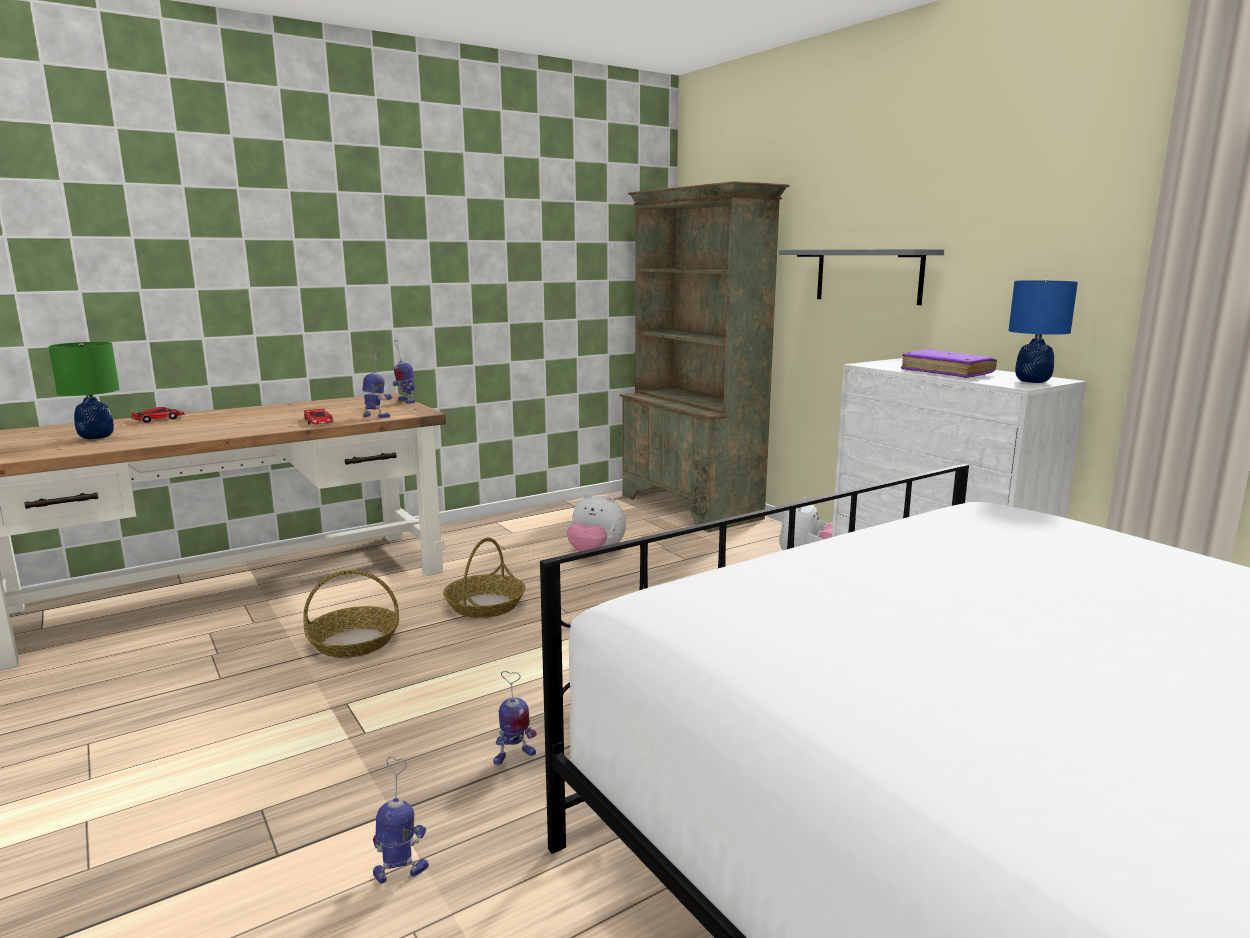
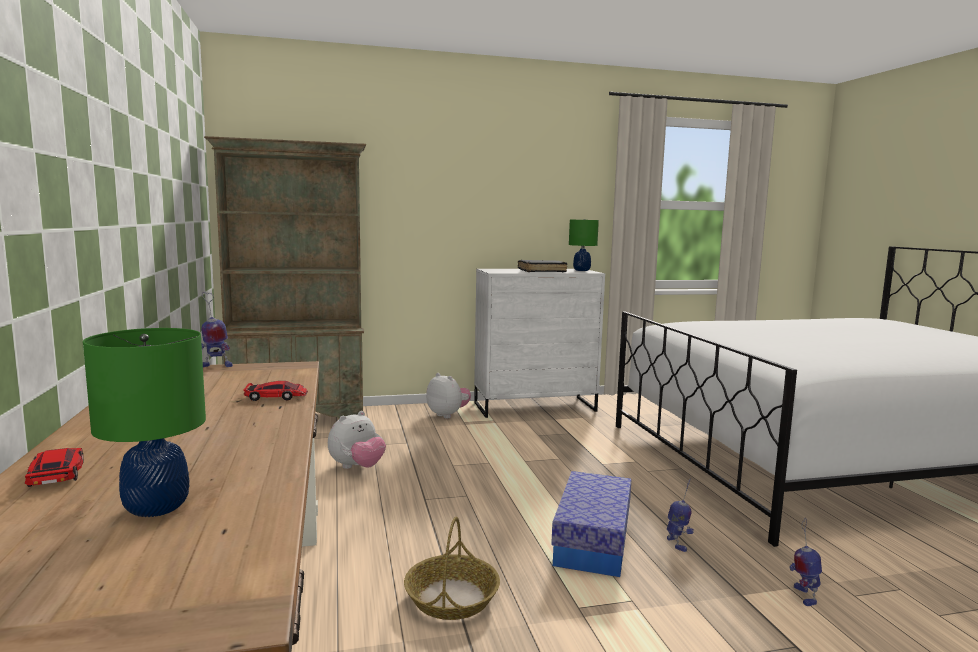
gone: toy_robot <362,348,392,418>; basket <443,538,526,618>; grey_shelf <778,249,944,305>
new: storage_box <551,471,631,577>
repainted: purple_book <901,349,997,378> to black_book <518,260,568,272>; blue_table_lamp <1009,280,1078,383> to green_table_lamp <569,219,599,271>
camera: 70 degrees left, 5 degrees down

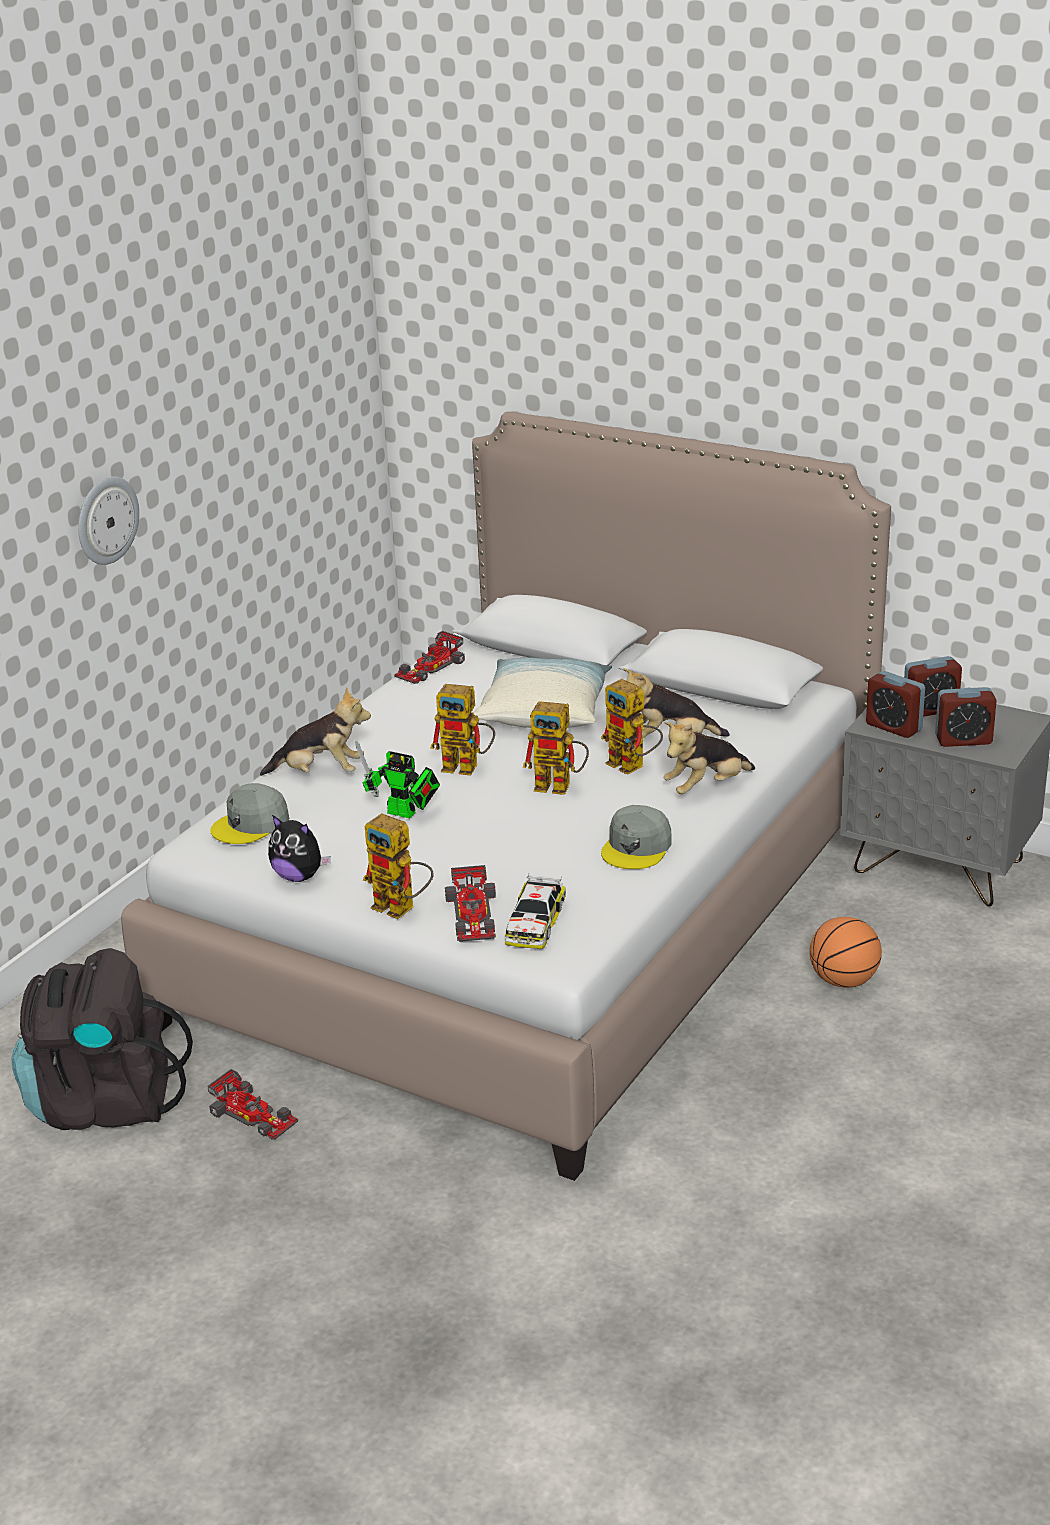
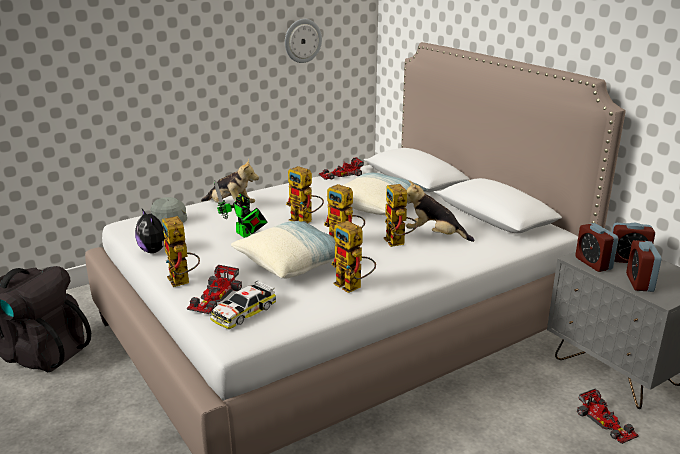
gone: plush_toy <664,722,755,794>; basketball <810,917,882,987>
new: pillow <231,221,336,278>
shifted: wall_clock <78,476,139,565> to <285,19,322,63>; toy_car <207,1069,298,1140> to <577,389,639,444>
swapped: grey_cap <601,805,672,869> to toy_robot <331,221,376,293>
rotated: alarm_clock <935,687,997,747> = <626,240,662,292> 75 degrees clockwise
camera: 25 degrees right, 5 degrees down

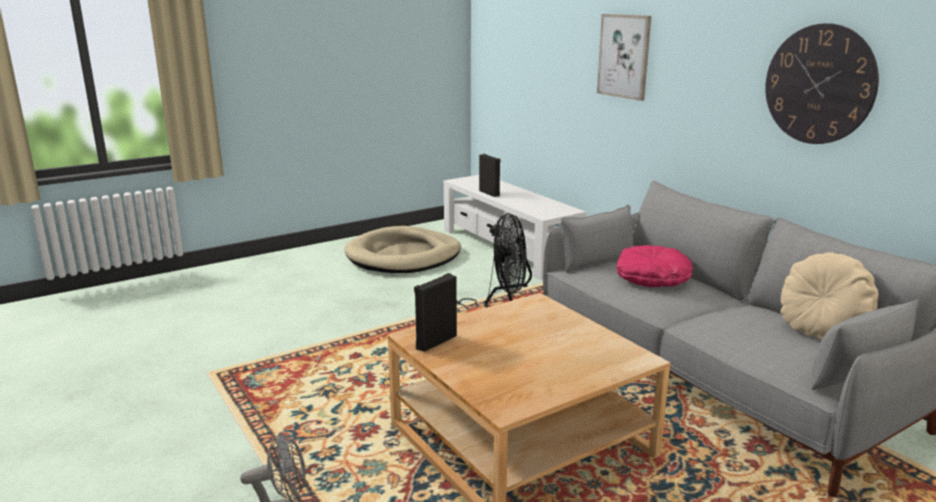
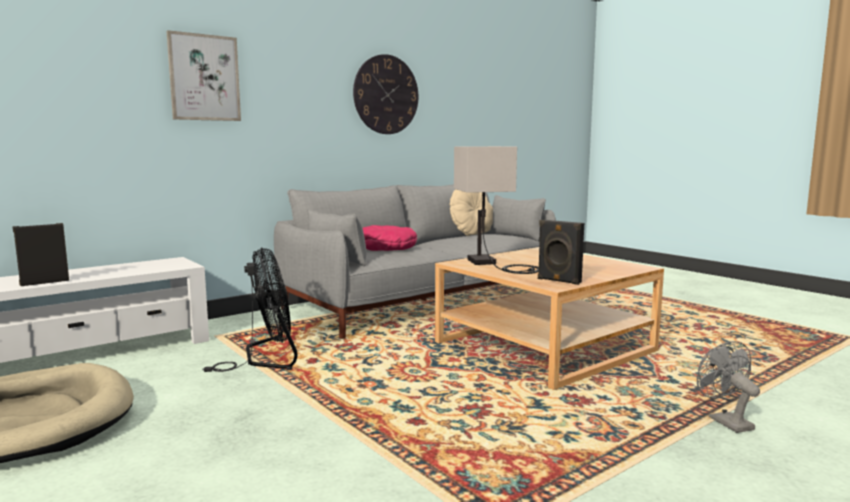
new: table_lamp <454,146,539,274>
rotated: black_fan <457,213,532,307> = <202,248,297,372> 60 degrees clockwise
camera: 95 degrees left, 10 degrees down

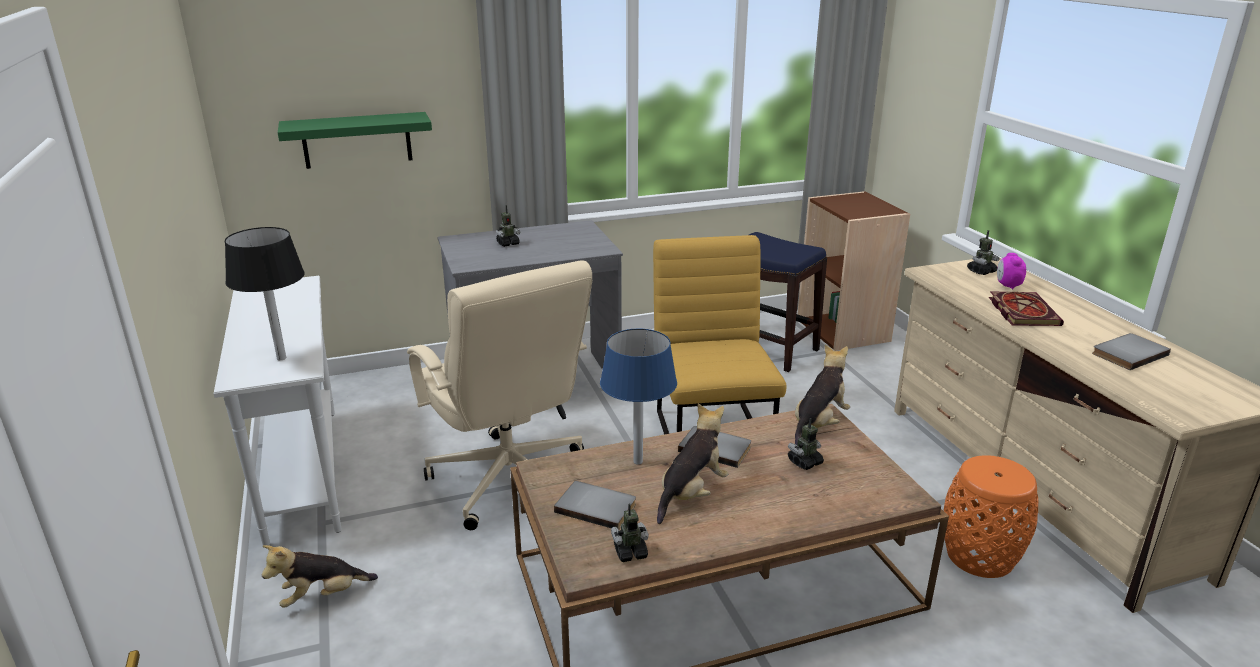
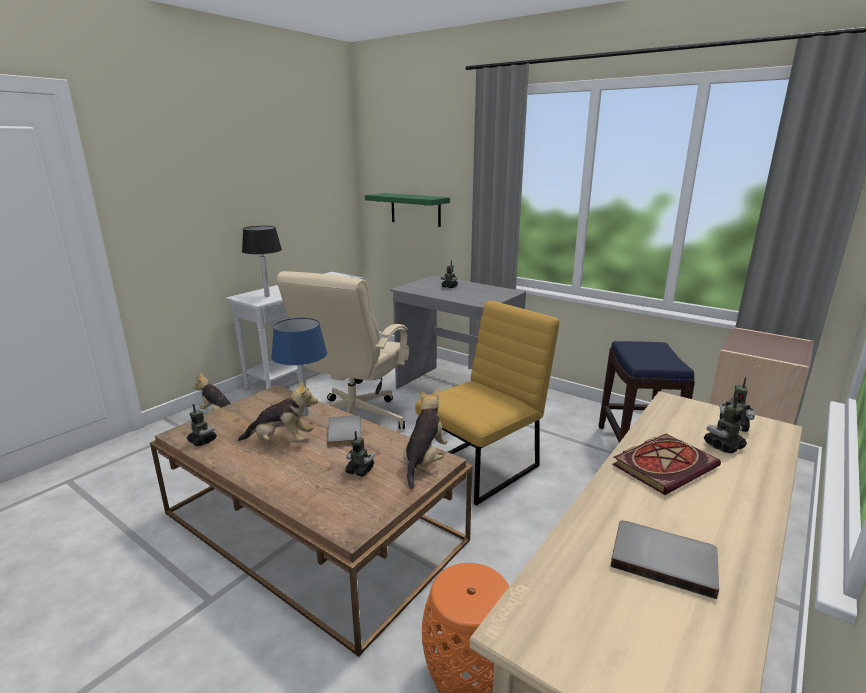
gone: grey_book <554,481,636,529>
swapped: alarm_clock <997,253,1026,290> to toy_robot <704,396,747,453>
rotated: plush_toy <795,345,850,445> = <403,389,448,489> 75 degrees counterclockwise
camera: 55 degrees right, 5 degrees down

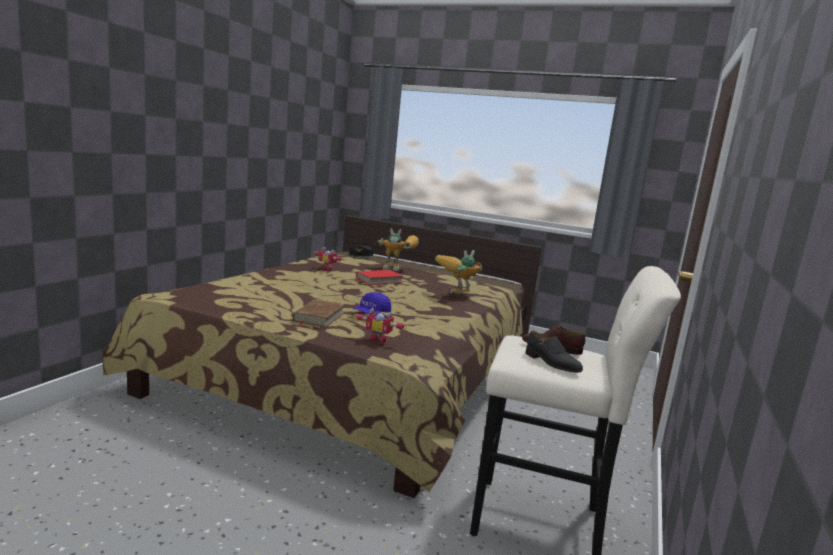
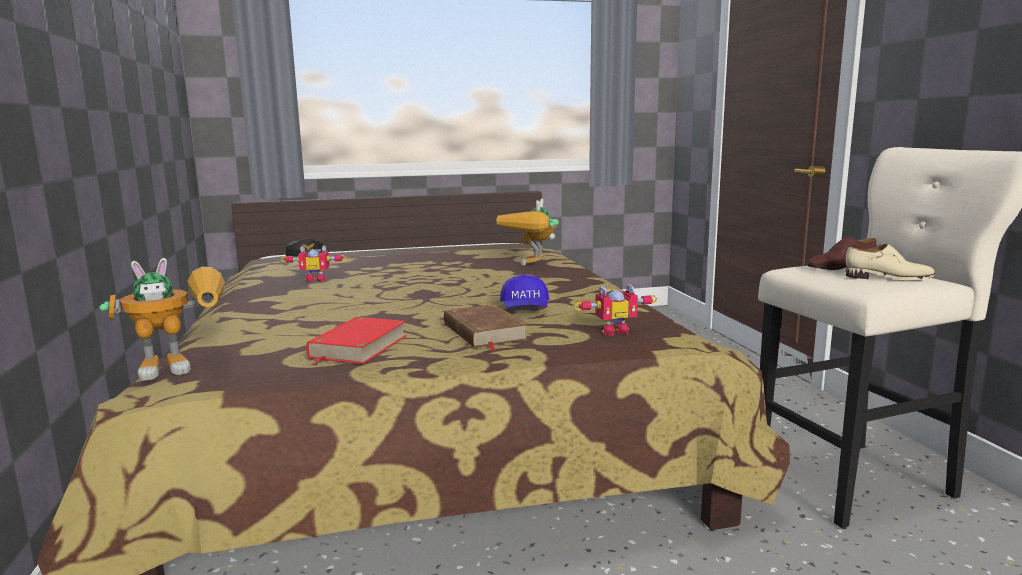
shifted: toy_robot <378,228,419,271> to <100,258,225,381>; red_book <354,270,403,285> to <306,317,407,366>
repainted: black_shoe <525,331,583,373> to beige_shoe <846,244,935,280>
camera: 35 degrees left, 0 degrees up

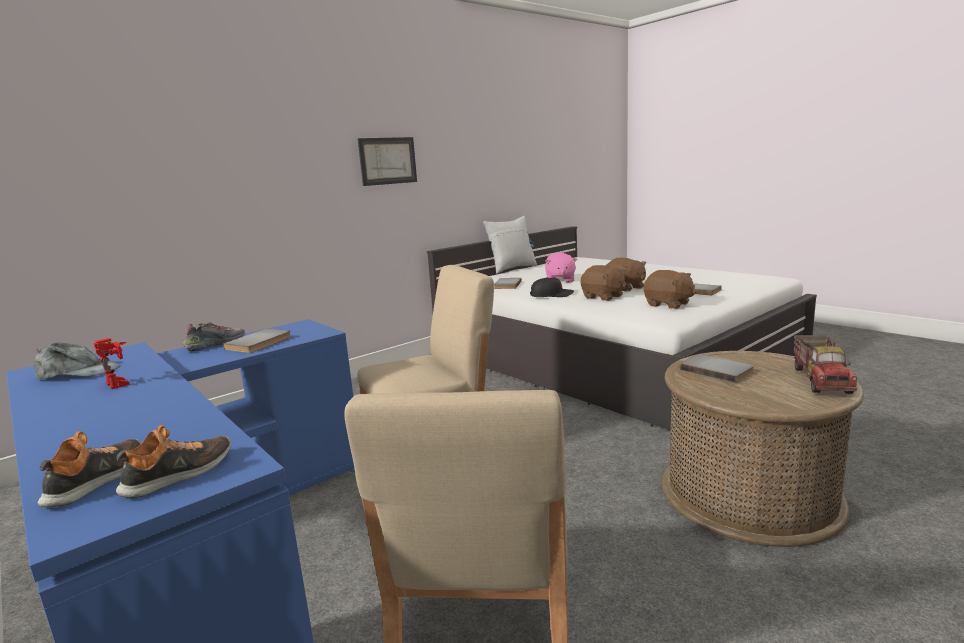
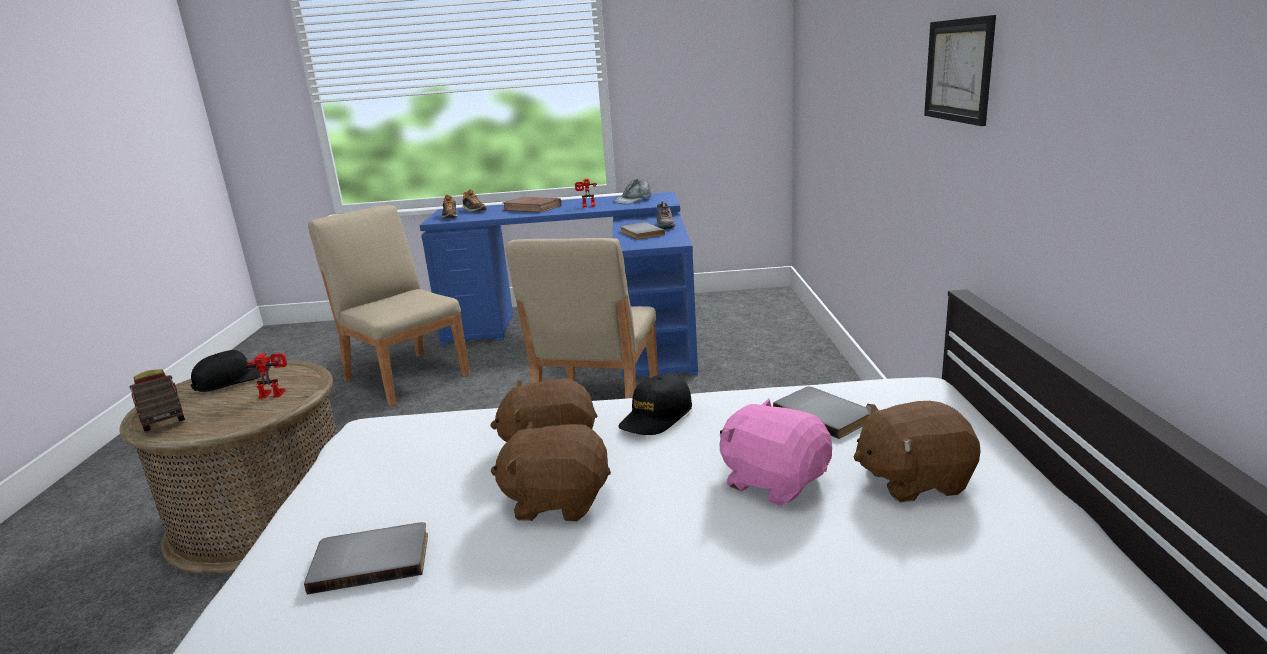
gone: grey_pillow <483,216,537,274>
new: black_cap <191,350,271,392>; brown_book <503,197,562,212>
shifted: brown_plush_toy <644,270,696,309> to <854,401,981,502>
swapped: grey_book <680,354,754,383> to toy_robot <244,353,287,399>
camera: 130 degrees right, 5 degrees up

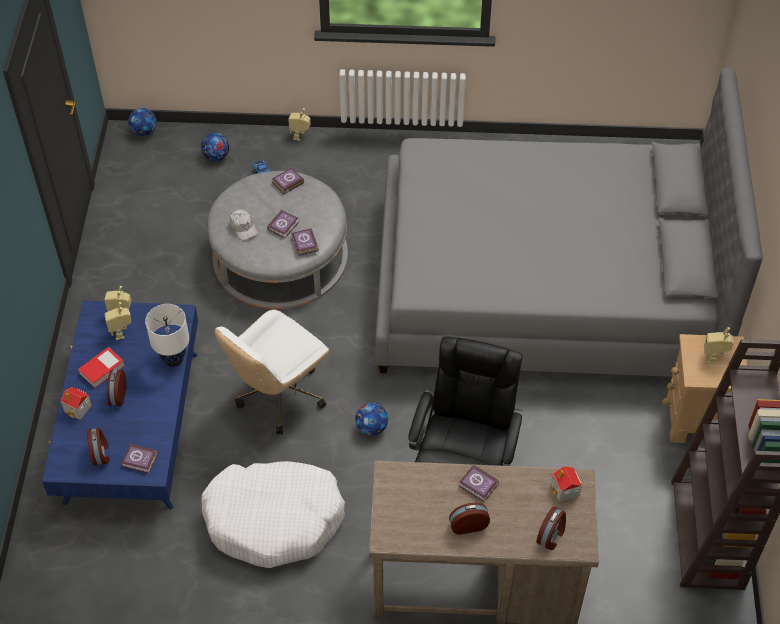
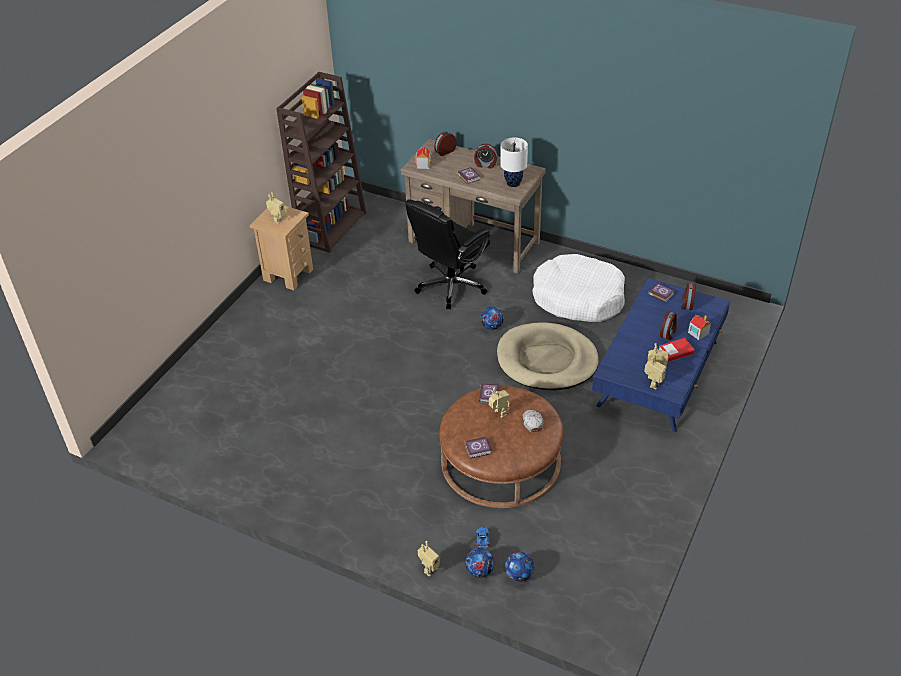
gone: grey_bed <375,67,763,377>
shifted: football <128,108,157,136> to <465,548,494,578>; white_table_lamp <145,304,189,366> to <500,138,528,187>
swapped: book <267,210,299,239> to toy_robot <489,388,510,418>; white_office_chair <214,310,329,434> to beige_dog_bed <497,322,599,390>
repainted: grey_ottoman <208,171,348,309> to brown_ottoman <440,386,564,508>
camera: 155 degrees left, 10 degrees down

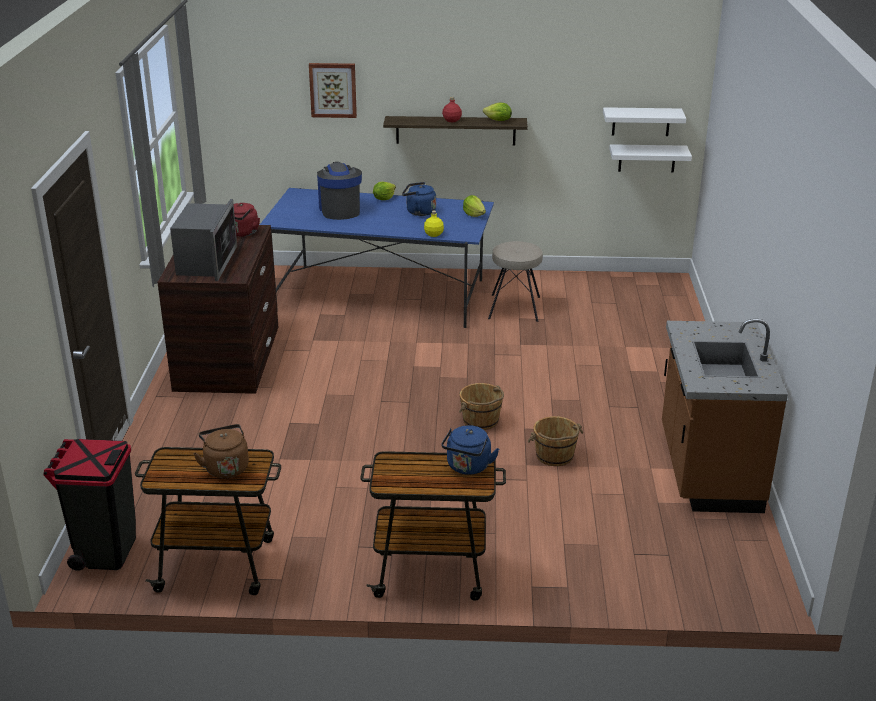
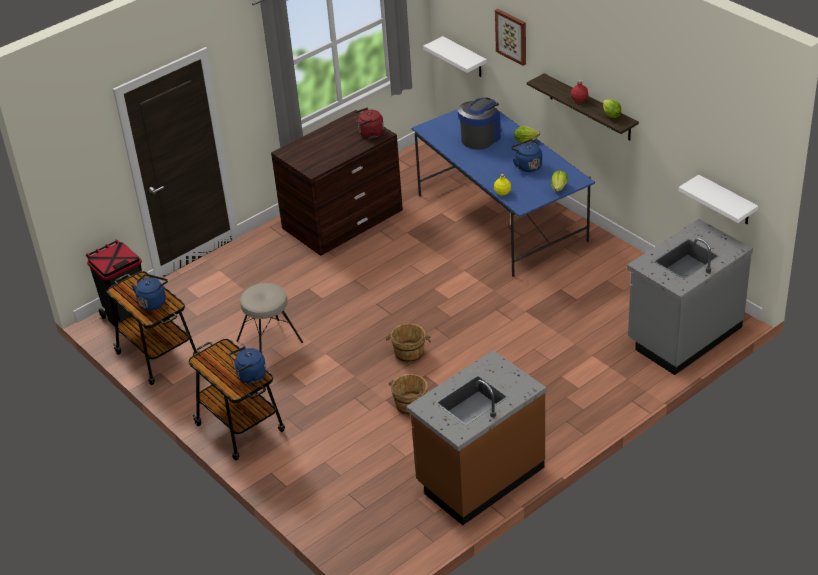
gone: microwave <170,199,237,281>
new: grey_counter <627,219,753,375>
shifted: beige_stool <488,241,543,322> to <237,283,303,354>; white_shelf <603,107,686,136> to <423,36,487,77>
repainted: brown_kettle <193,424,249,478> to blue_kettle <131,274,168,310>
camera: 50 degrees right, 10 degrees up

